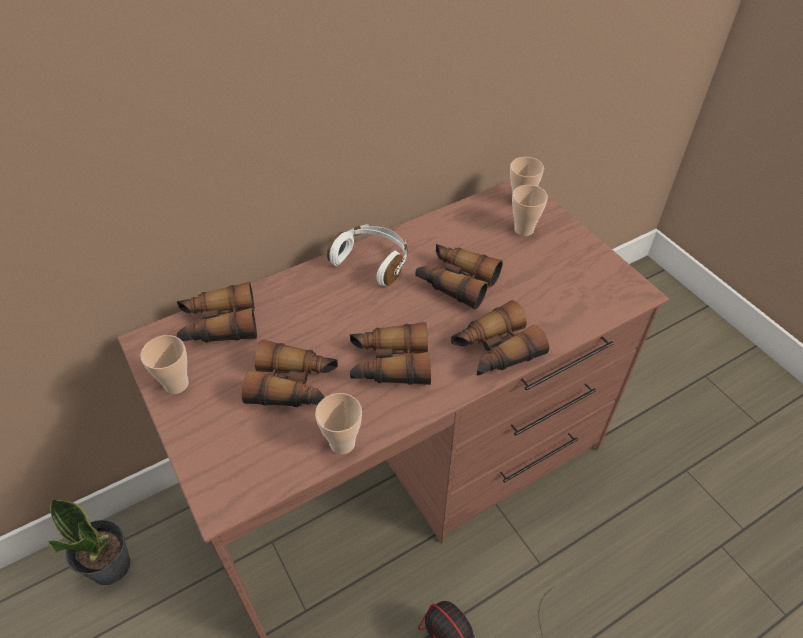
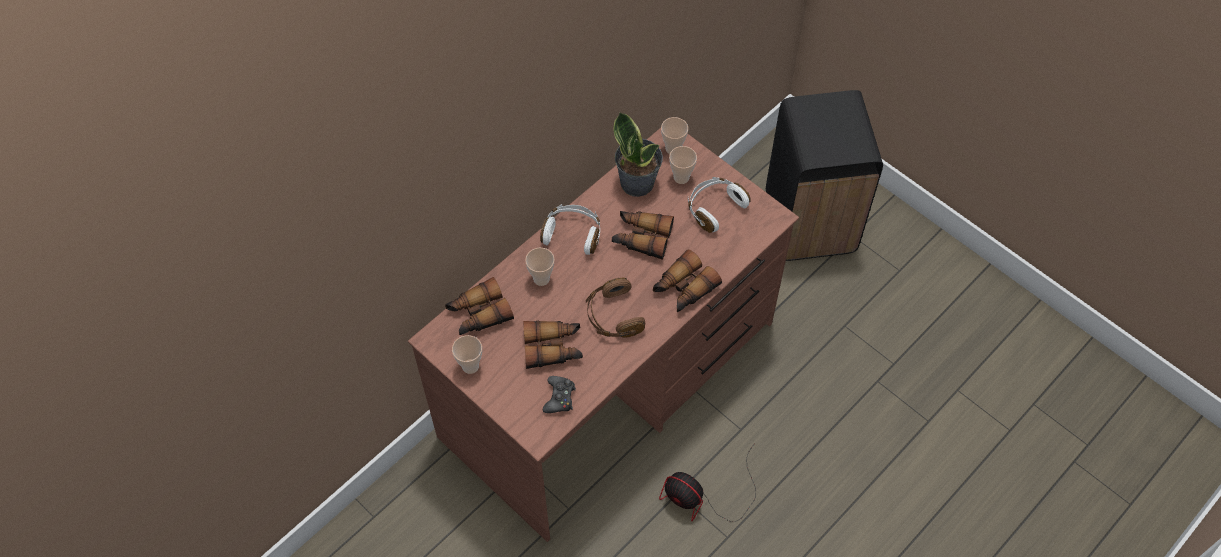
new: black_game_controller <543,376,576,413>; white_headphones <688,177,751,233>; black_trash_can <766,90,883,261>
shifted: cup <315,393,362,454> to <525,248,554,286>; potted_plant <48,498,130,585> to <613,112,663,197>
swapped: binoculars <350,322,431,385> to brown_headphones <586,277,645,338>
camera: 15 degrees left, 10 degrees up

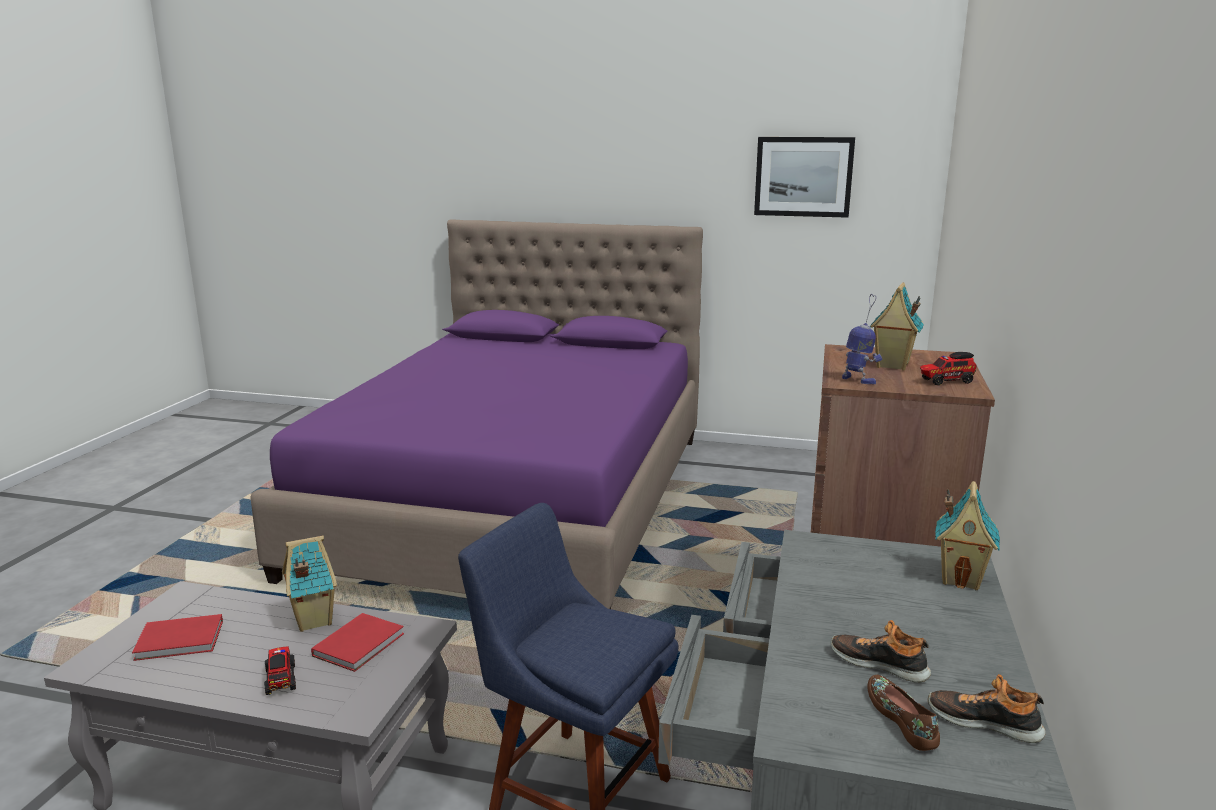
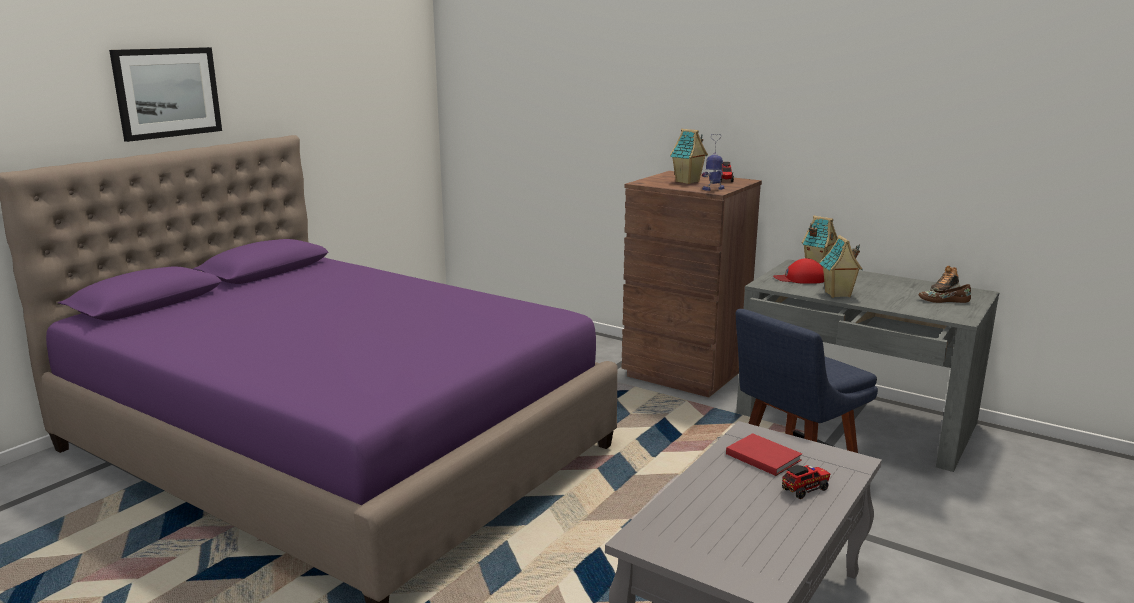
gone: red_book <132,614,223,661>; shoe <831,620,931,683>
new: red_cap <773,258,824,284>
shifted: picture <754,137,855,218> to <109,47,222,142>; toy_house <282,536,337,632> to <820,235,862,298>
rotated: toy_truck <264,646,296,695> = <782,465,830,499> 150 degrees clockwise
camera: 70 degrees left, 0 degrees up

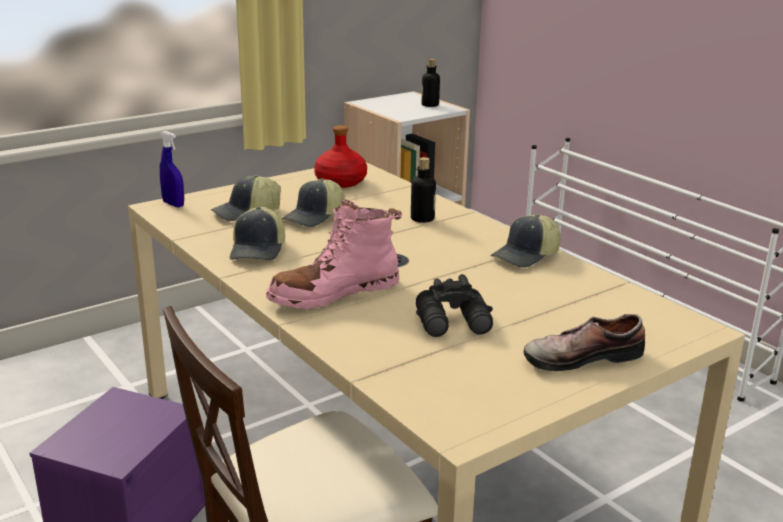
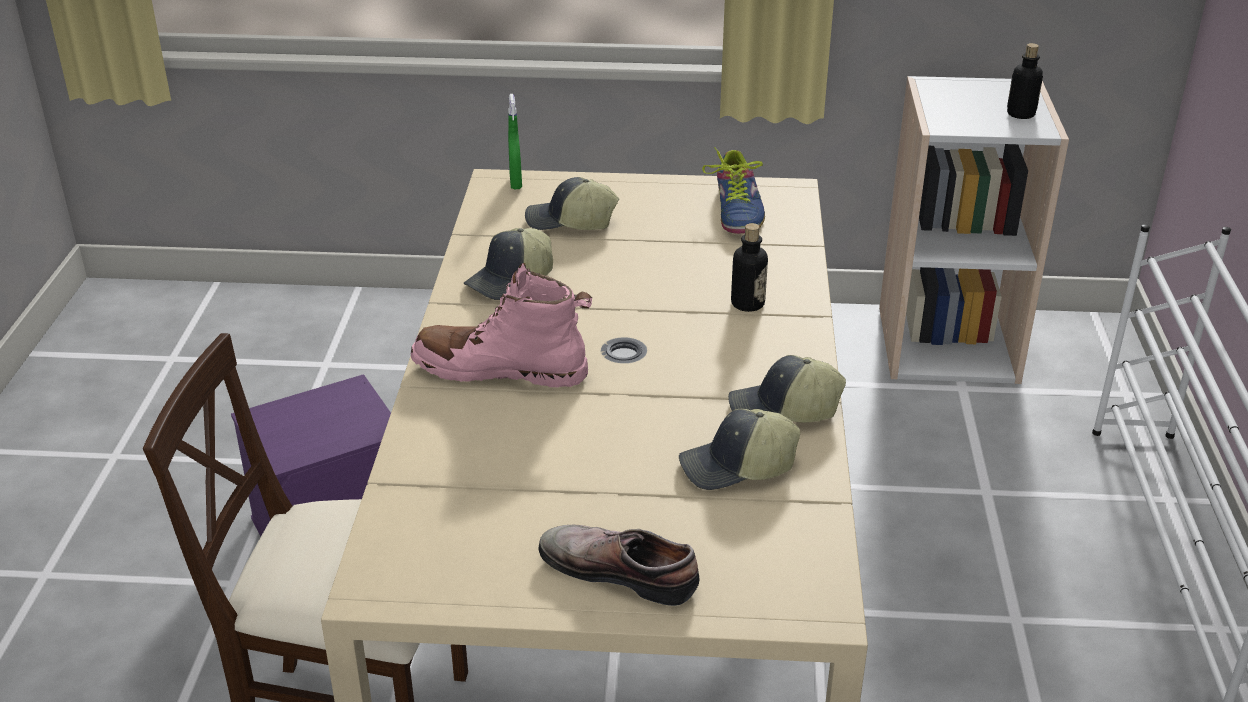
gone: black_binoculars <416,274,493,337>
shifted: cap <282,178,345,227> to <679,409,800,490>
swapped: red_bottle <314,125,367,188> to shoe <702,147,765,234>
repainted: blue_spray_bottle <160,131,184,207> to green_spray_bottle <508,94,522,190>
camera: 40 degrees right, 10 degrees up

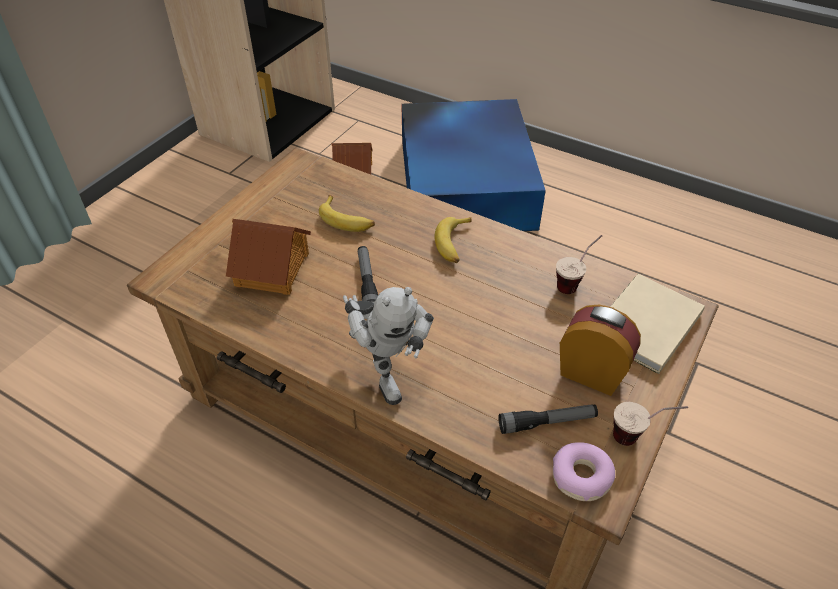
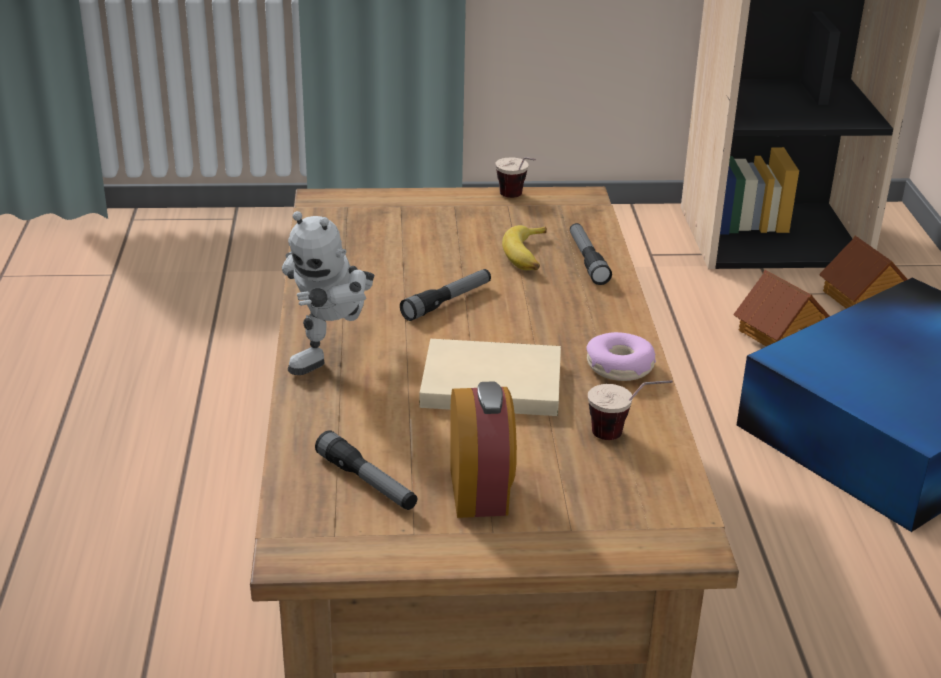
gone: banana <434,217,472,263>
new: flashlight <570,223,612,285>
shifted: beige_book <610,274,705,374> to <419,339,561,416>; cup <613,402,688,446> to <495,157,536,198>; donut <553,442,615,501> to <586,332,656,381>; toy_house <226,219,311,295> to <819,236,908,308>
camera: 55 degrees right, 15 degrees down

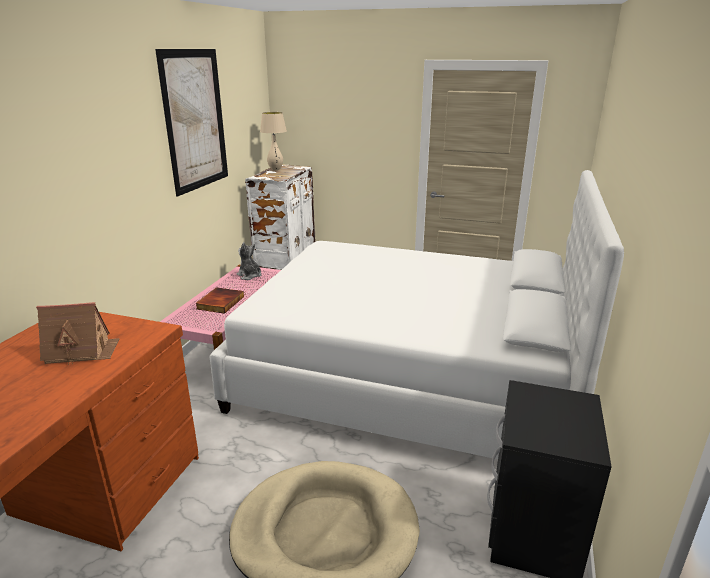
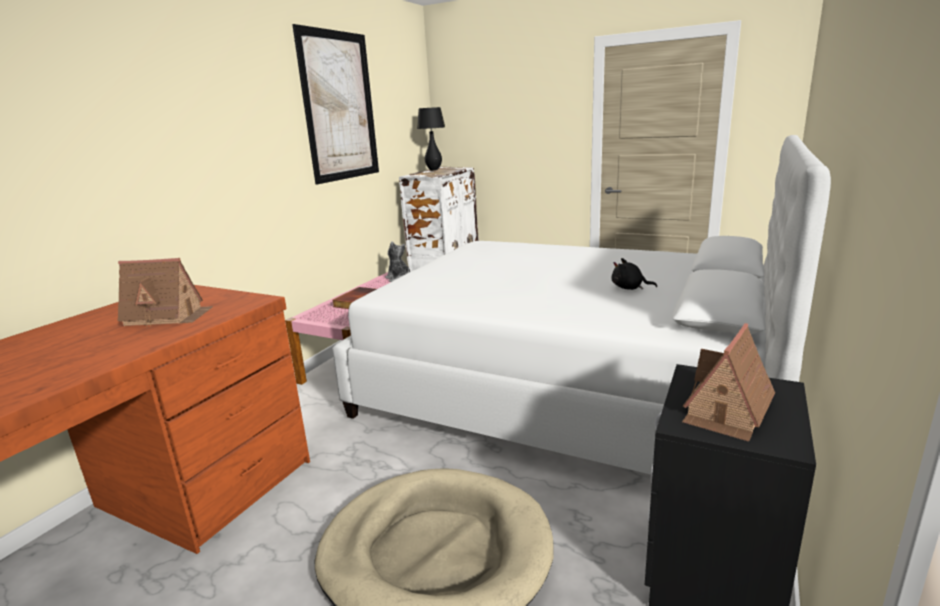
new: black_plush_toy <612,258,657,290>; toy_house <682,323,775,441>
repainted: beige_table_lamp <260,112,287,170> to black_table_lamp <417,107,445,170>
camera: 10 degrees right, 5 degrees down

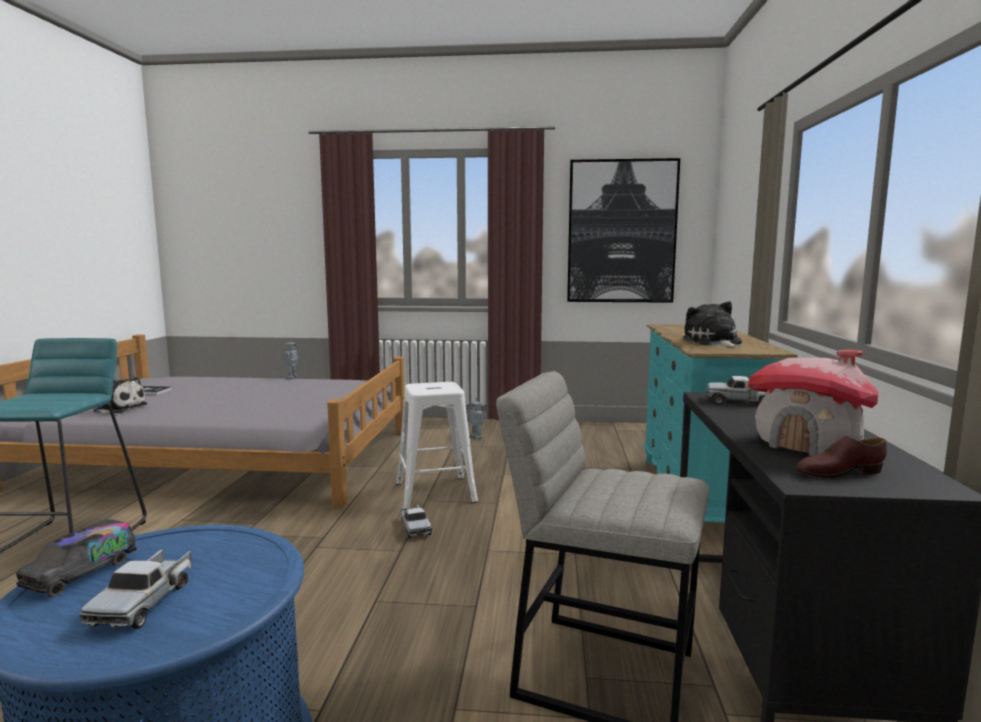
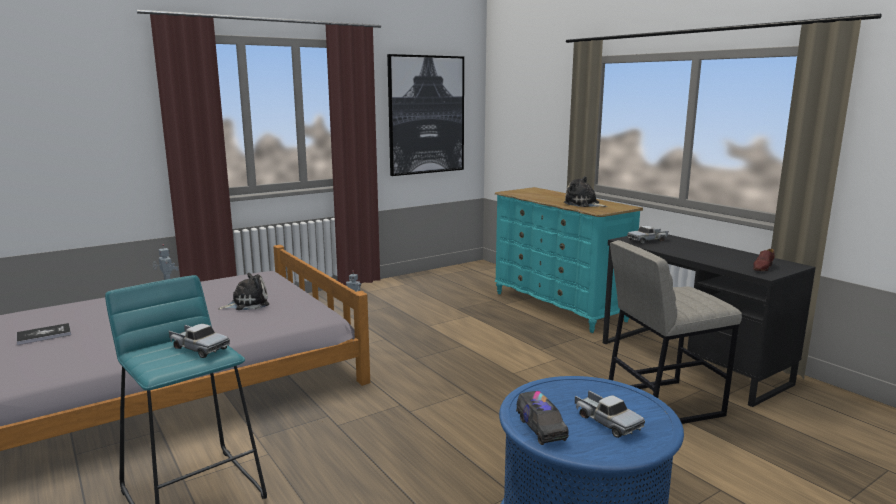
gone: white_stool <396,382,478,510>; toy_house <748,350,878,456>
shifted: toy_truck <401,504,432,538> to <169,324,230,358>; plush_toy <94,377,148,414> to <218,273,269,310>
camera: 40 degrees left, 5 degrees up

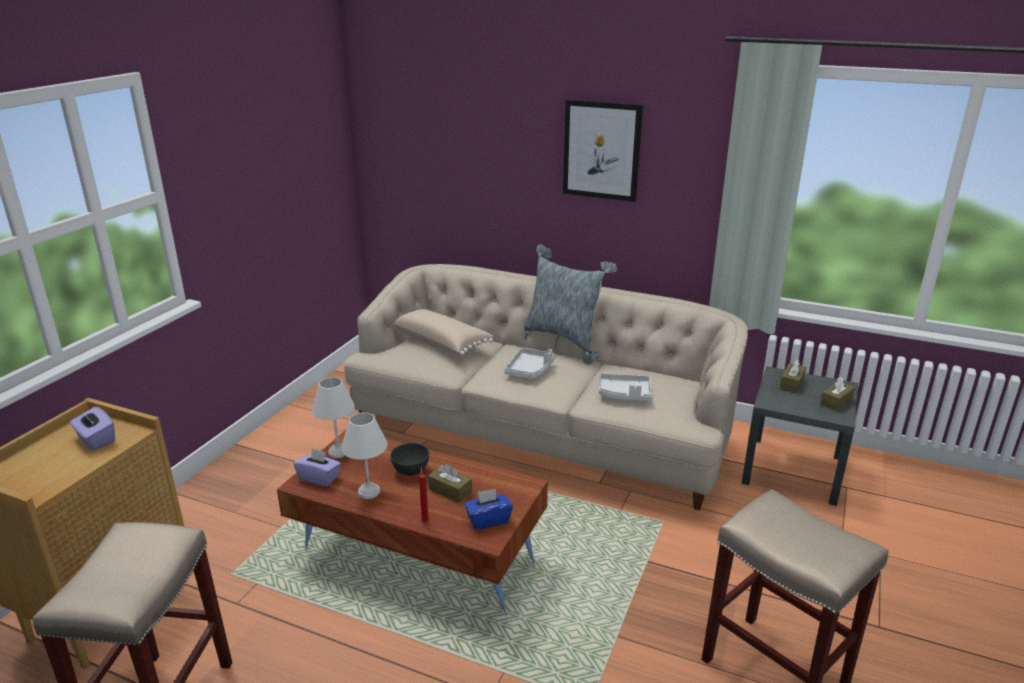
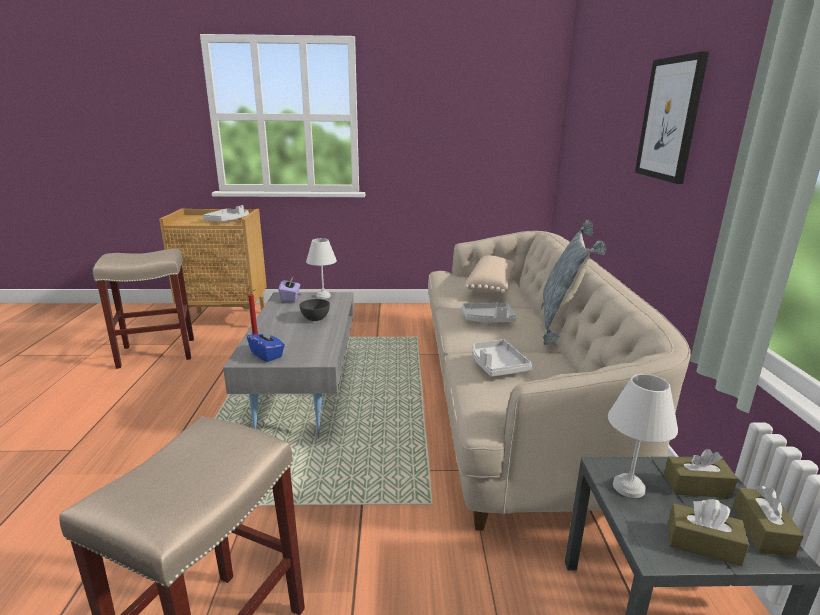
shifted: white_table_lamp <341,412,388,499> to <608,374,678,498>; brown_tissue_box <428,464,472,503> to <733,485,804,557>
swapped: purple_tissue_box <70,407,115,450> to grey_tray <203,205,249,222>
repainted: brown_coffee_table <277,430,548,616> to grey_coffee_table <223,292,354,439>
camera: 65 degrees right, 5 degrees down

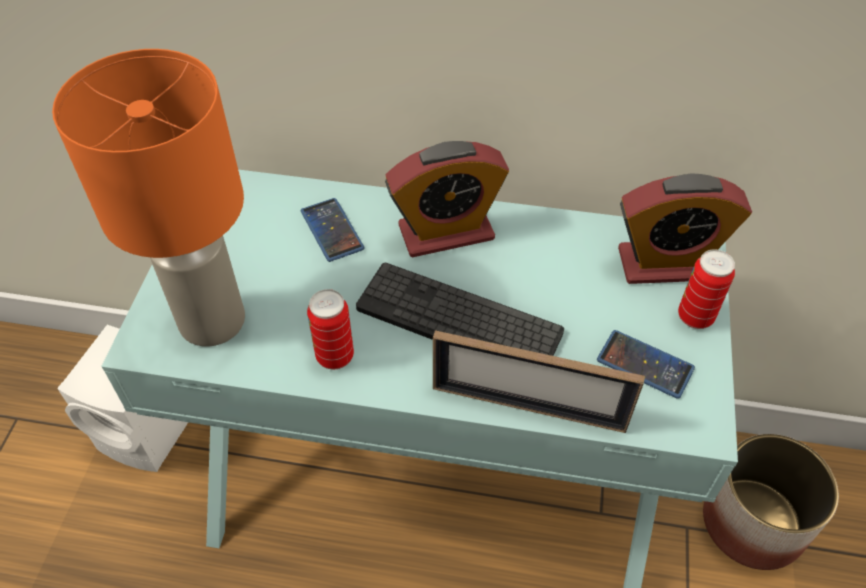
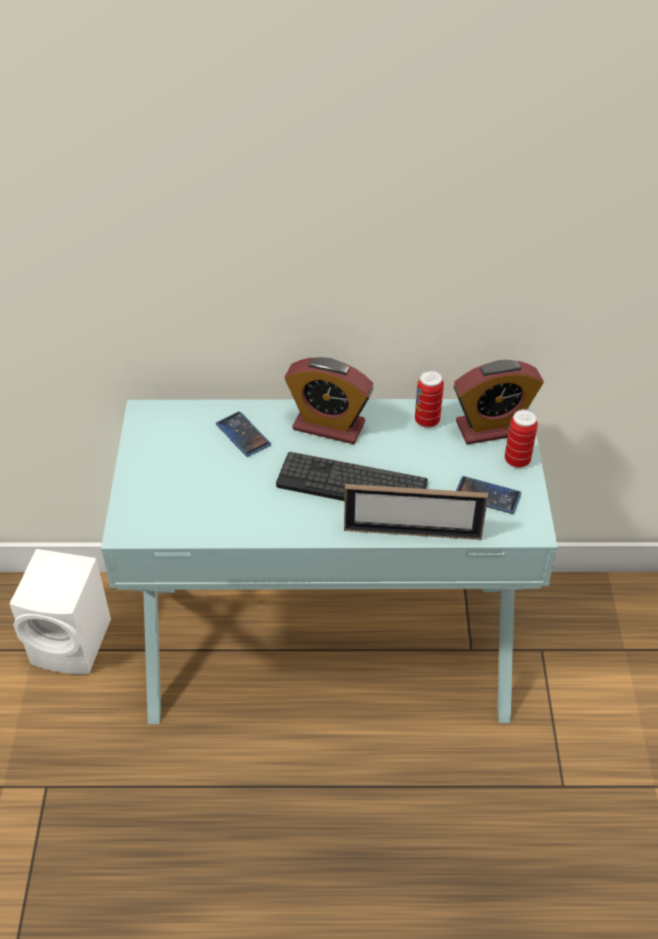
gone: orange_table_lamp <52,49,245,347>; planter <703,434,839,570>
shifted: can <307,289,354,369> to <415,370,444,428>
rotated: alarm_clock <385,141,509,257> = <285,357,374,444> 45 degrees clockwise
camera: 10 degrees left, 5 degrees down

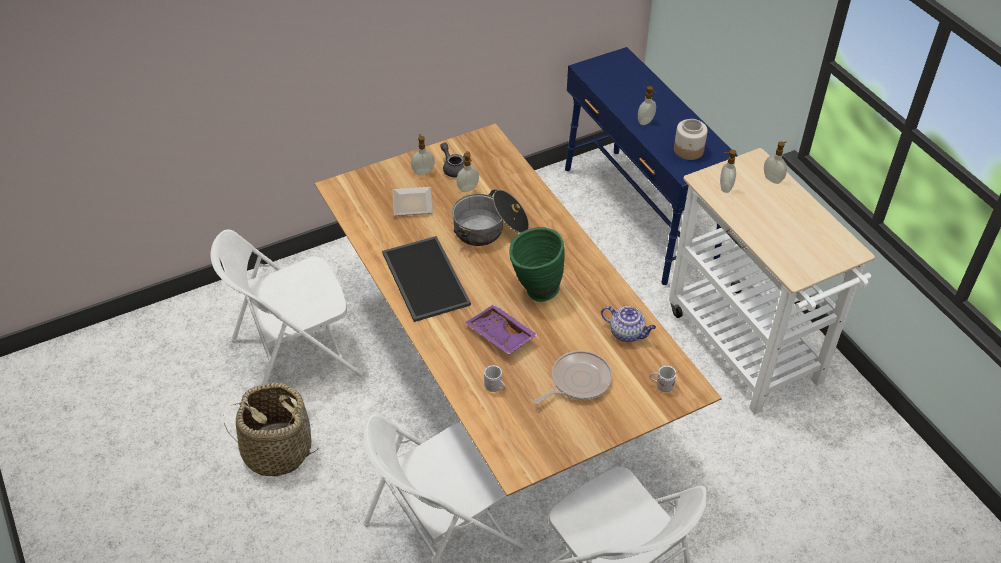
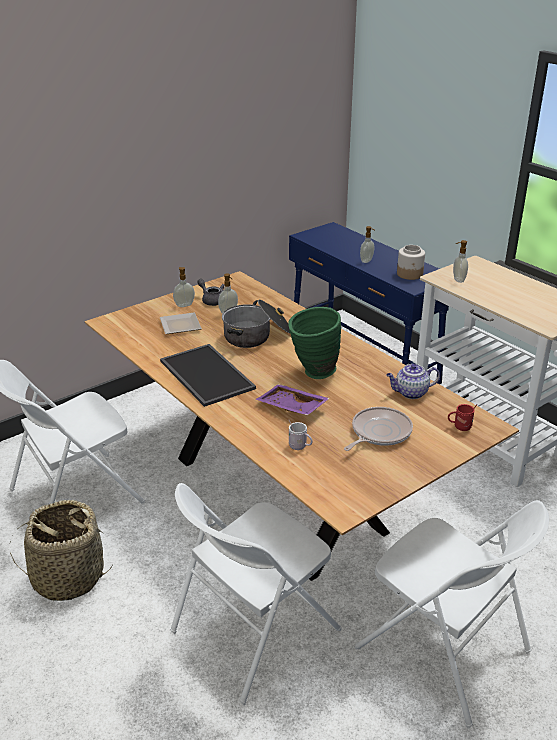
gone: soap_dispenser <764,141,787,184>
repainted: white_mug <650,366,679,392> to red_mug <448,404,477,431>
rotated: teapot <601,306,656,342> = <386,364,440,399> 150 degrees clockwise
camera: 10 degrees left, 15 degrees down

